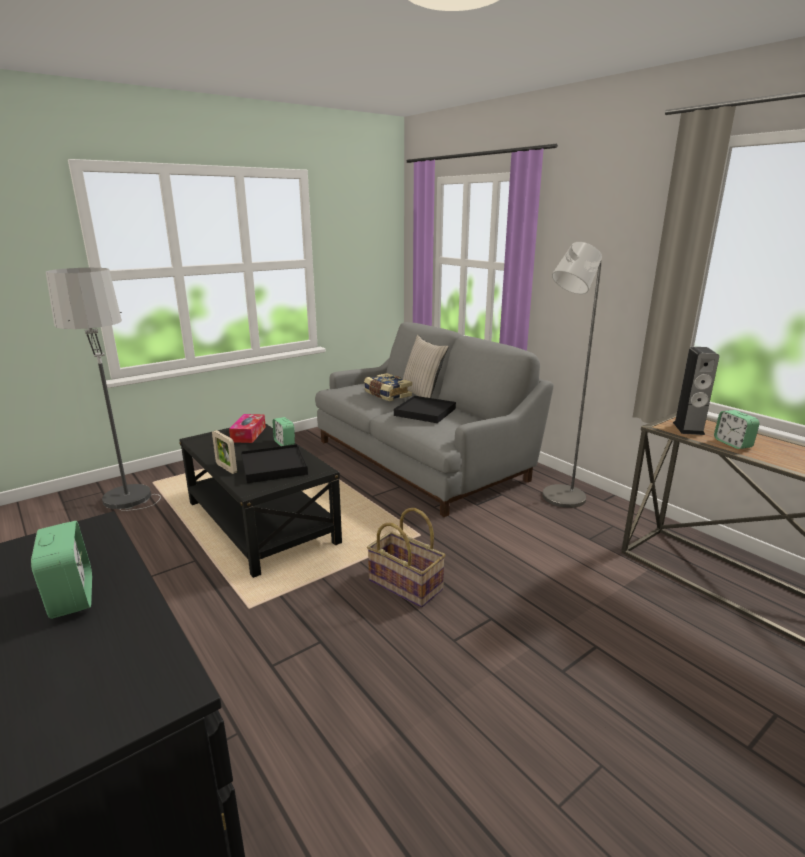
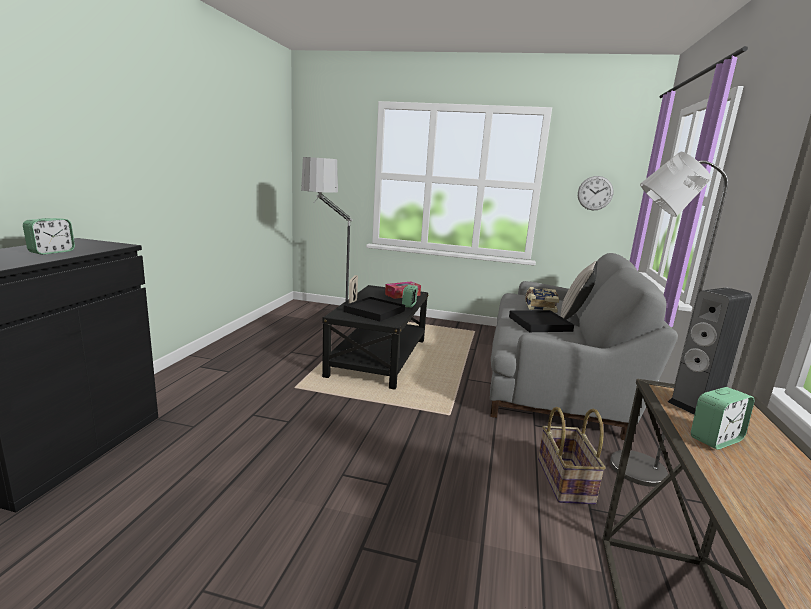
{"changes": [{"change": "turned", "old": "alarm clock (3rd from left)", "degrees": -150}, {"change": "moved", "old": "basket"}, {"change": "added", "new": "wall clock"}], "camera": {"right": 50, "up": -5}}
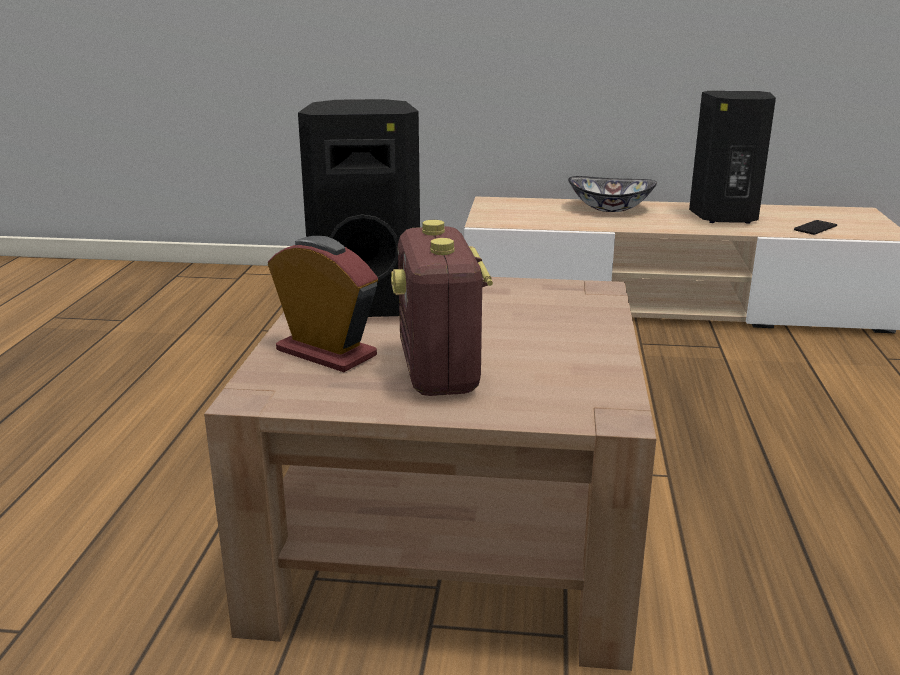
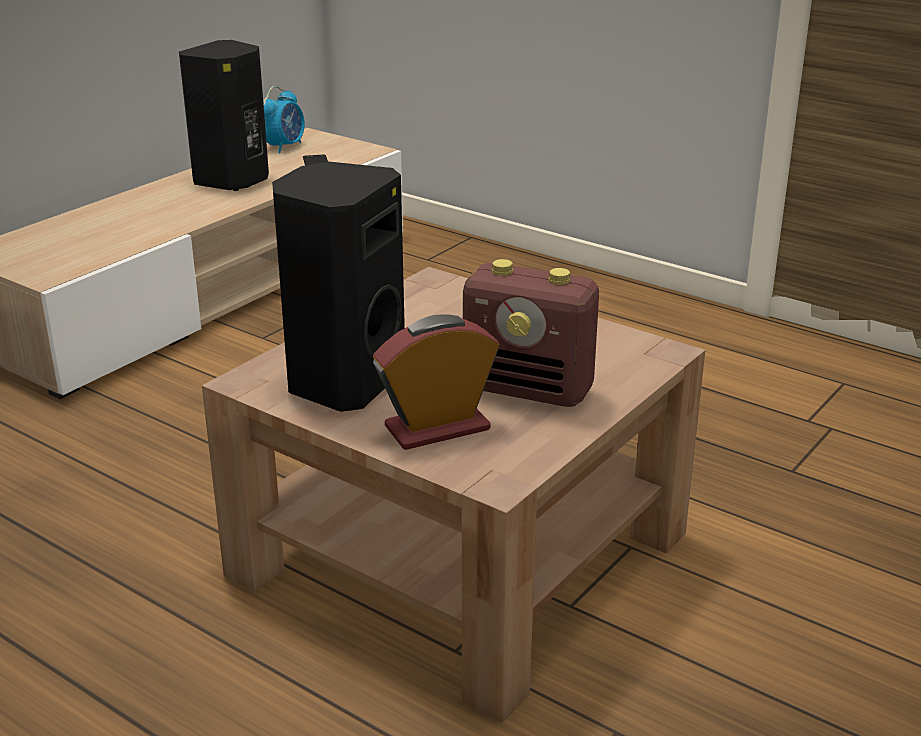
{"changes": [{"change": "removed", "old": "bowl"}, {"change": "added", "new": "alarm clock (1st from left)"}], "camera": {"right": -60, "up": 5}}
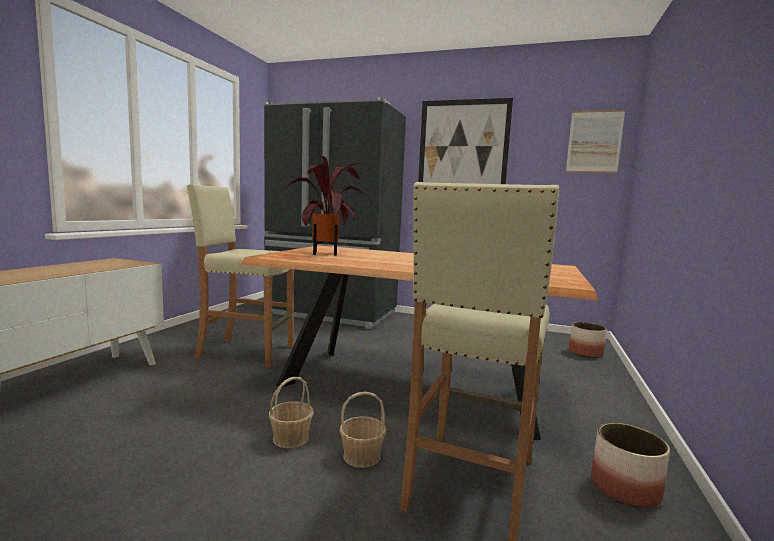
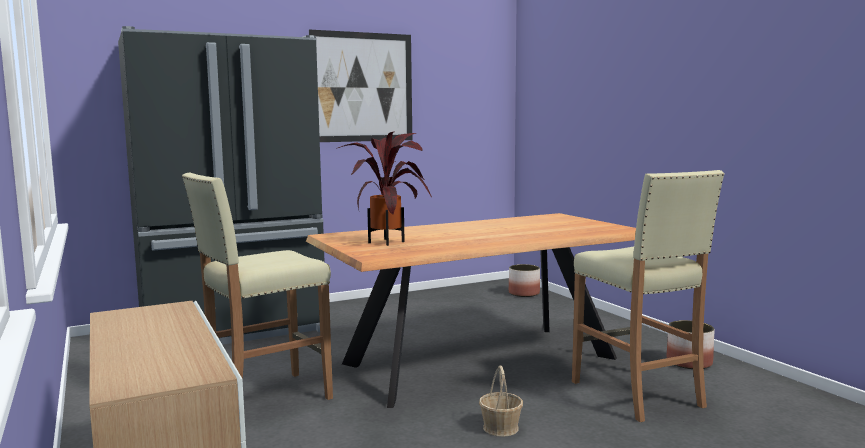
{"changes": [{"change": "removed", "old": "picture (2nd from left)"}, {"change": "removed", "old": "basket (2nd from left)"}], "camera": {"right": -45, "up": 0}}
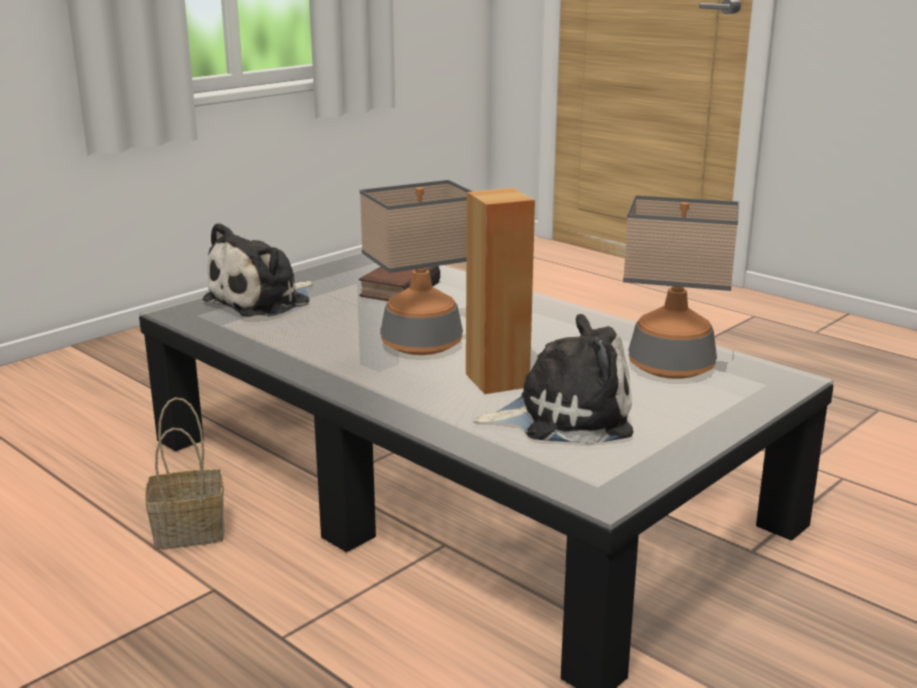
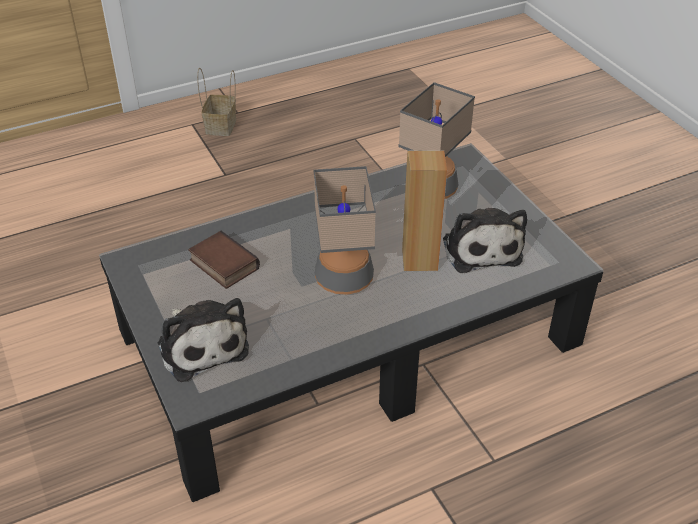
{"changes": [{"change": "turned", "old": "plush toy (2nd from left)", "degrees": 150}, {"change": "moved", "old": "basket"}], "camera": {"right": -70, "up": 20}}
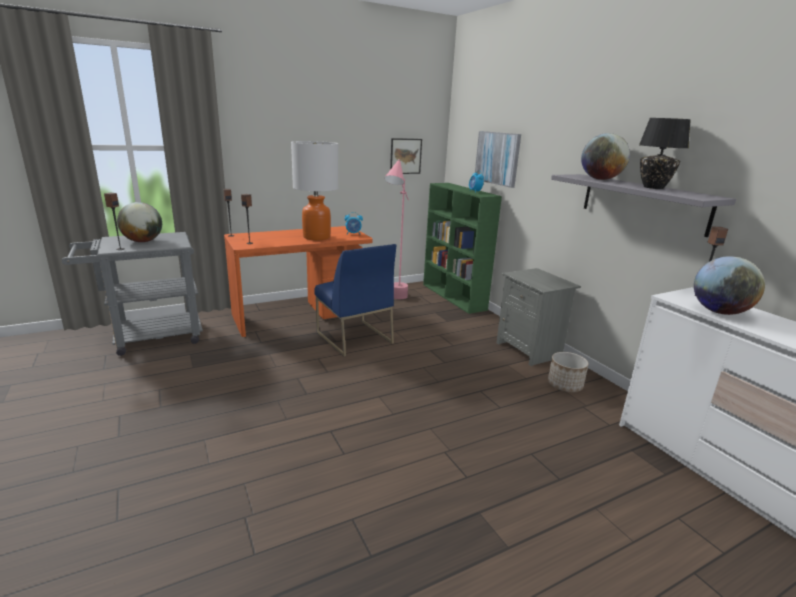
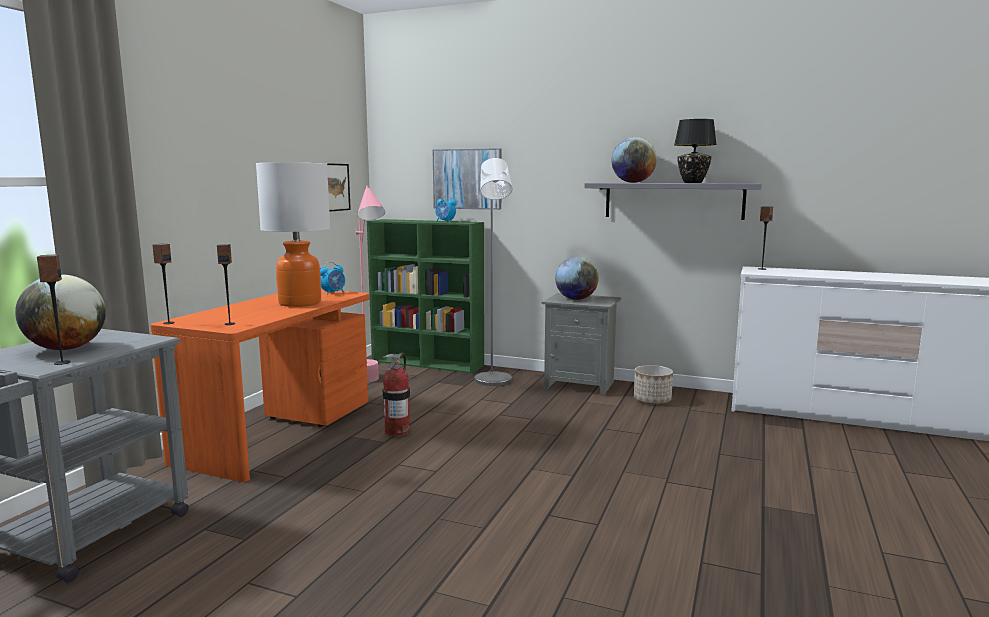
{"changes": [{"change": "replaced", "old": "blue chair", "new": "fire extinguisher"}, {"change": "moved", "old": "globe (3rd from left in the first image)", "new": "globe (2nd from left)"}, {"change": "added", "new": "grey floor lamp"}], "camera": {"right": -40, "up": -10}}
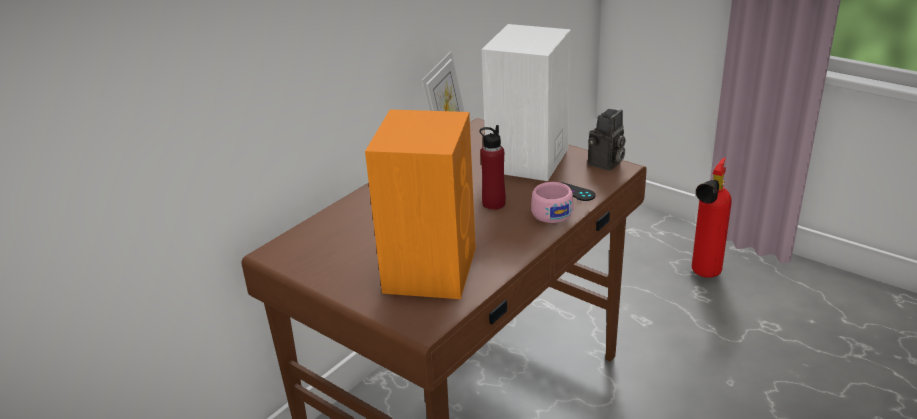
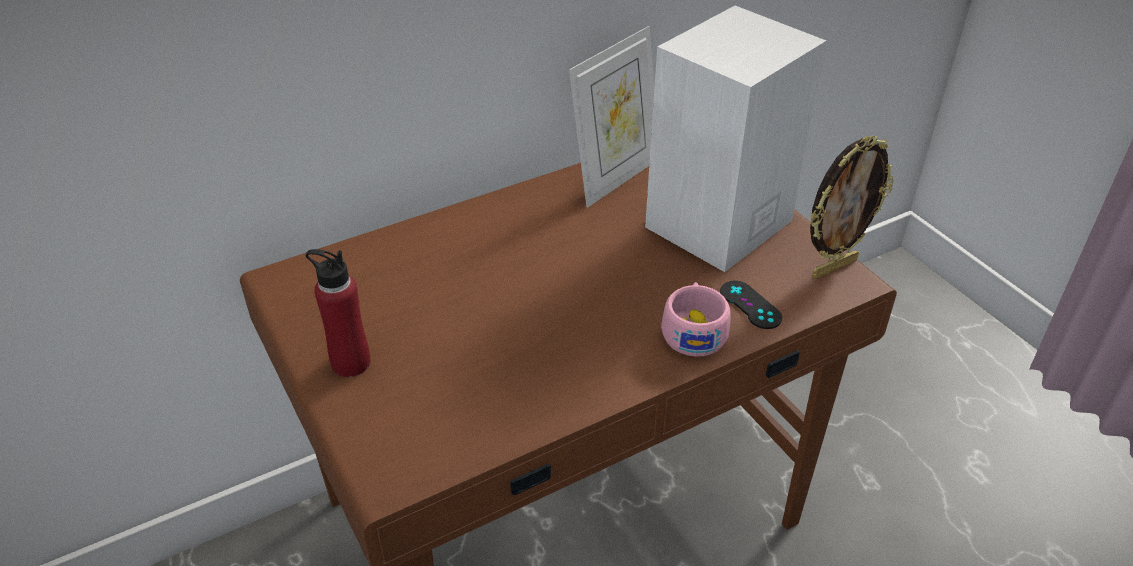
{"changes": [{"change": "removed", "old": "orange speaker"}, {"change": "replaced", "old": "photo camera", "new": "picture frame (2nd from left)"}, {"change": "moved", "old": "red bottle"}, {"change": "removed", "old": "fire extinguisher"}], "camera": {"right": 20, "up": 10}}
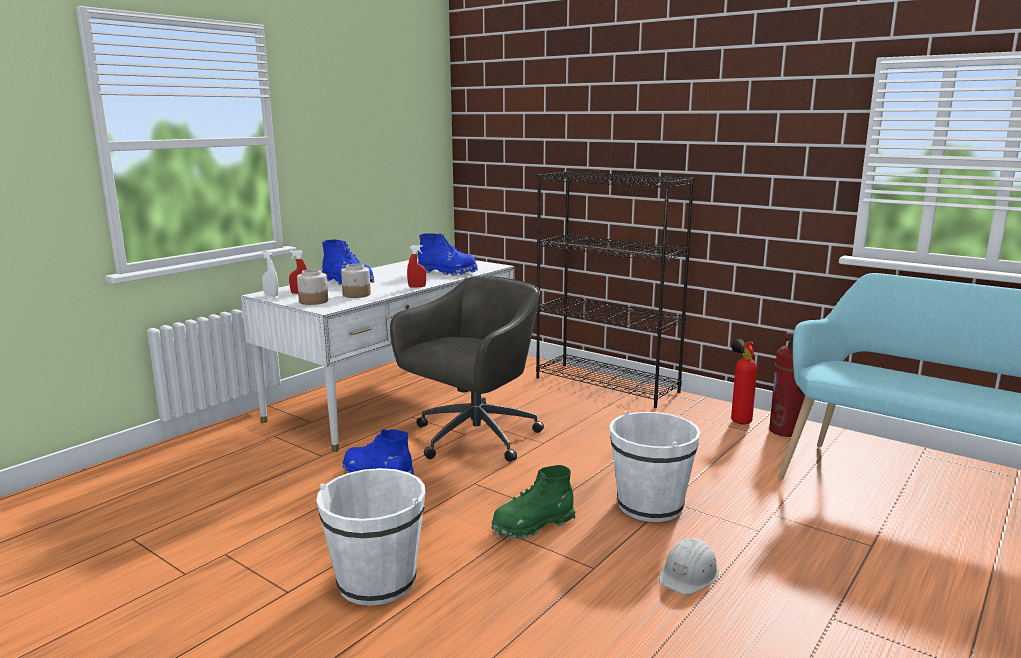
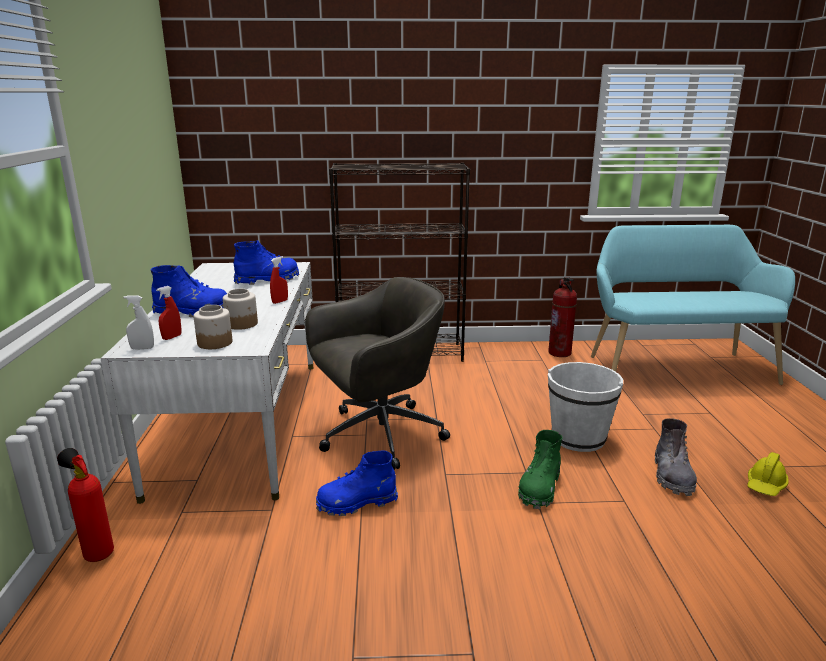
{"changes": [{"change": "turned", "old": "grey office chair", "degrees": 60}, {"change": "moved", "old": "fire extinguisher (1st from left)"}, {"change": "removed", "old": "white bucket (1st from left)"}, {"change": "replaced", "old": "white hard hat", "new": "grey boot"}, {"change": "added", "new": "yellow hard hat"}], "camera": {"right": -40, "up": 5}}
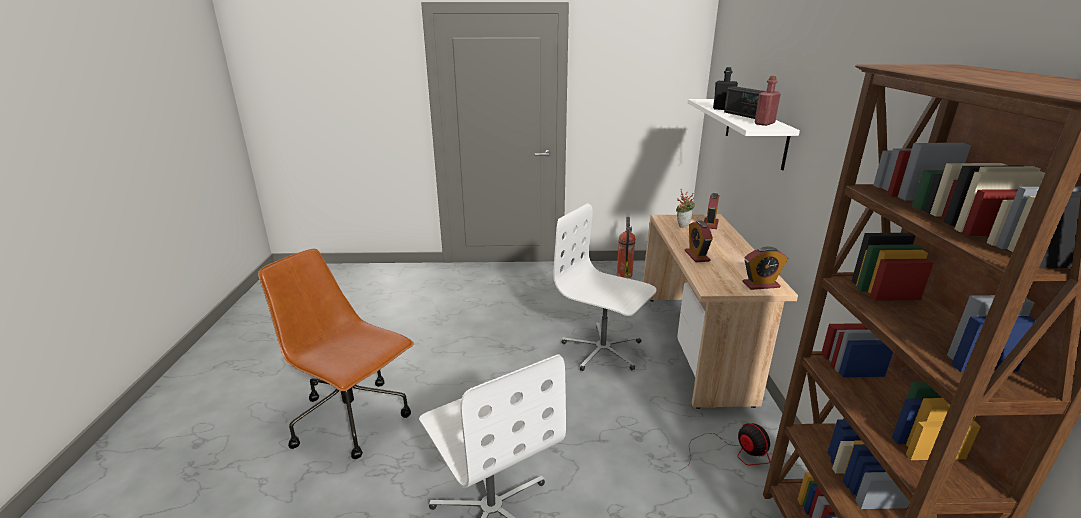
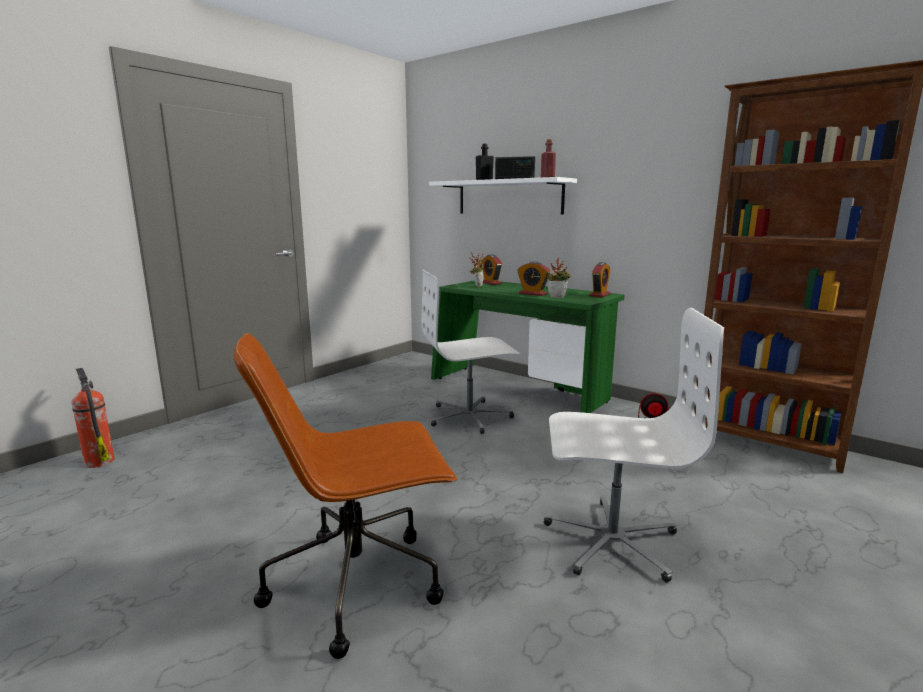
{"changes": [{"change": "recoloured", "old": "beige desk", "new": "green desk"}, {"change": "moved", "old": "fire extinguisher"}, {"change": "added", "new": "potted plant (2nd from left)"}], "camera": {"right": -50, "up": -10}}
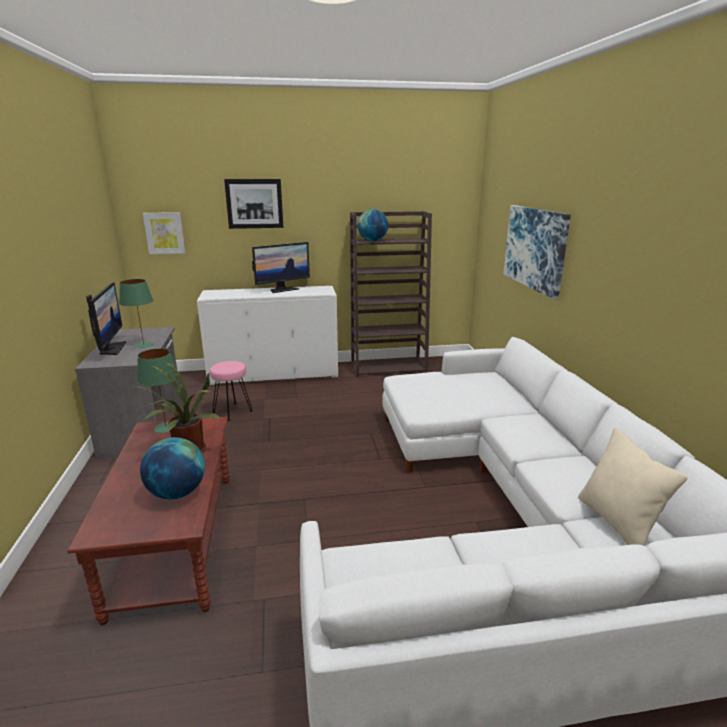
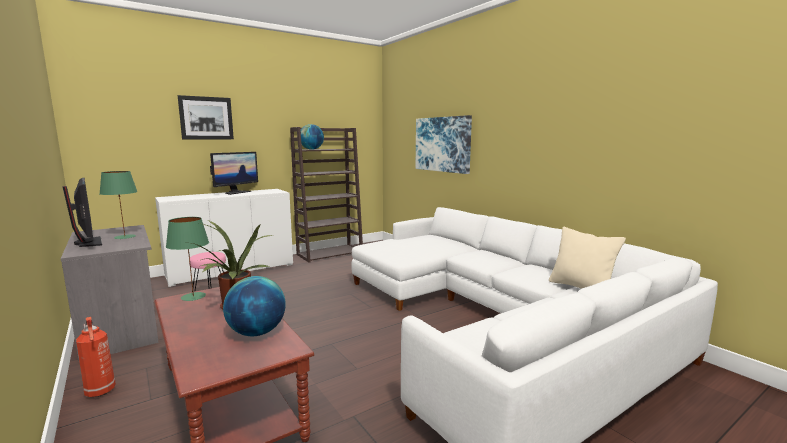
{"changes": [{"change": "removed", "old": "picture (1st from left)"}, {"change": "added", "new": "fire extinguisher"}], "camera": {"right": -25, "up": -10}}
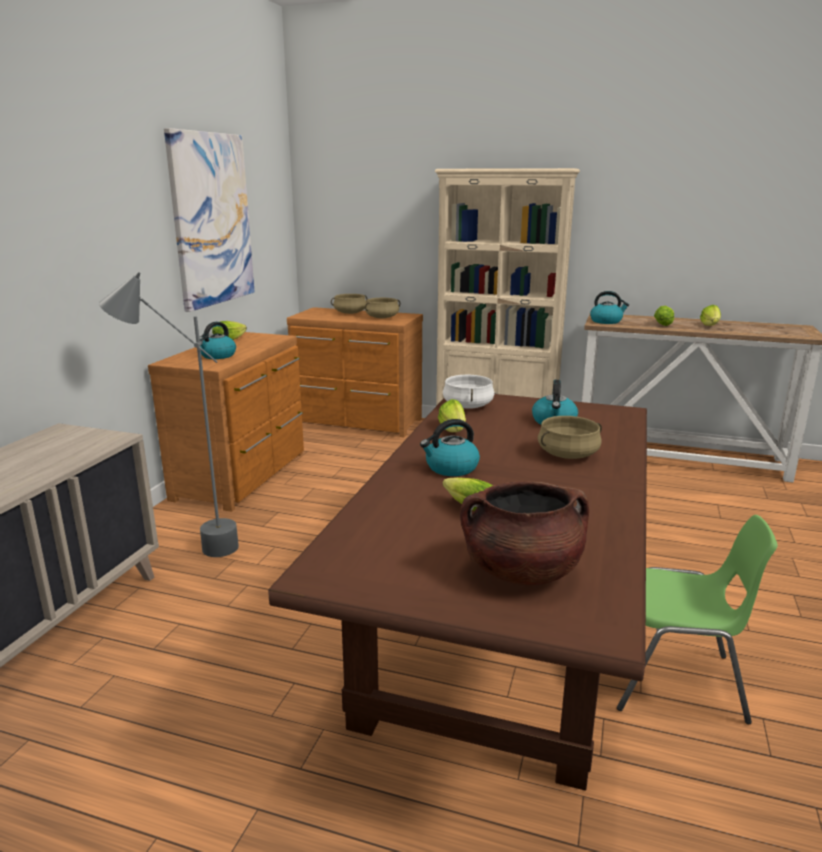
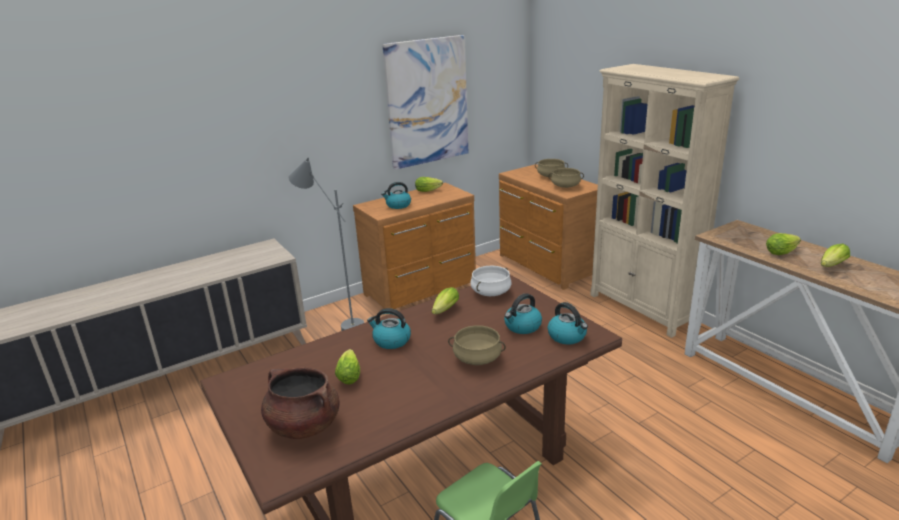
{"changes": [{"change": "moved", "old": "kettle (4th from left)"}], "camera": {"right": 40, "up": 5}}
